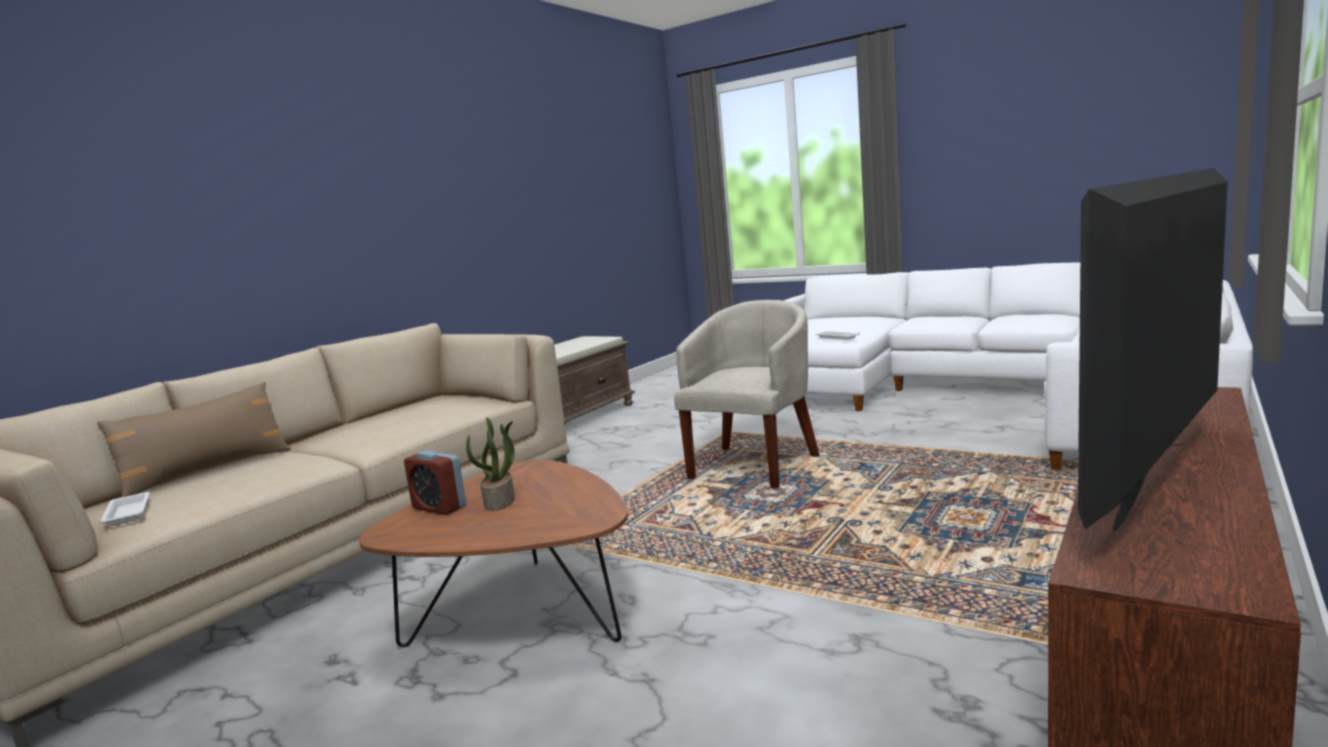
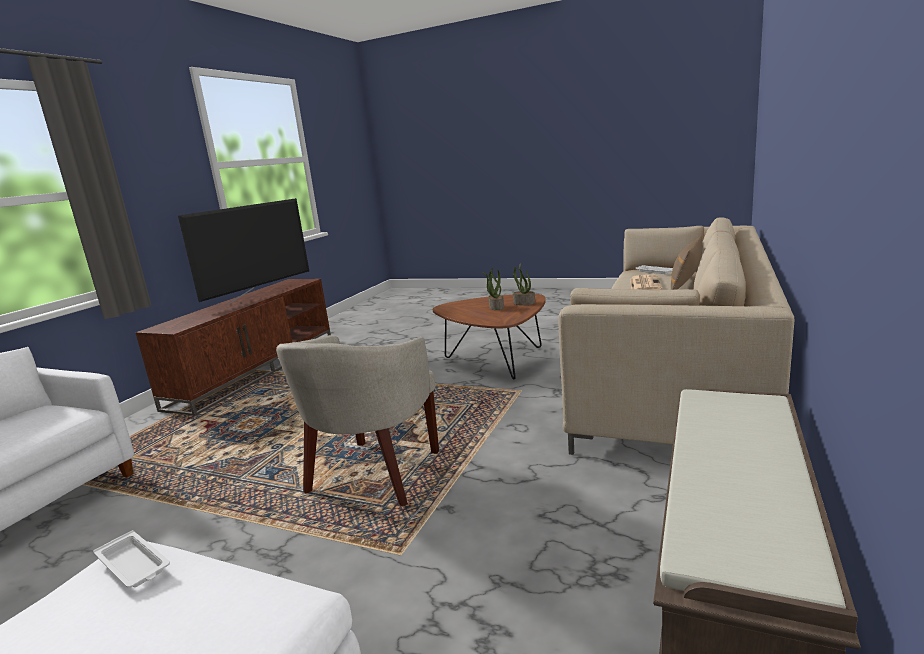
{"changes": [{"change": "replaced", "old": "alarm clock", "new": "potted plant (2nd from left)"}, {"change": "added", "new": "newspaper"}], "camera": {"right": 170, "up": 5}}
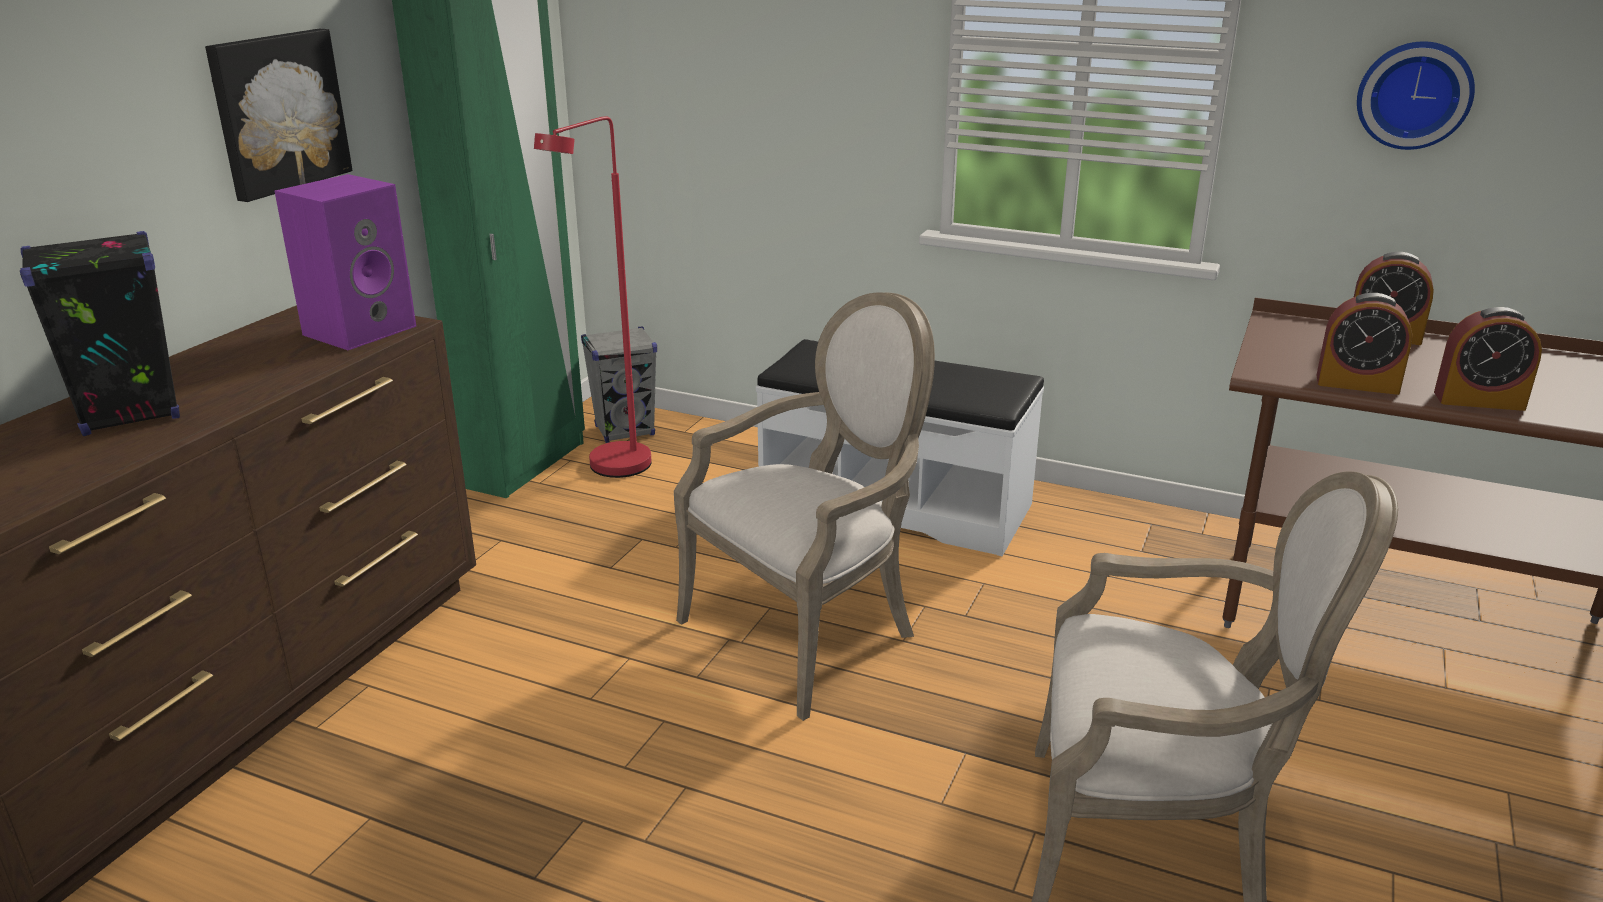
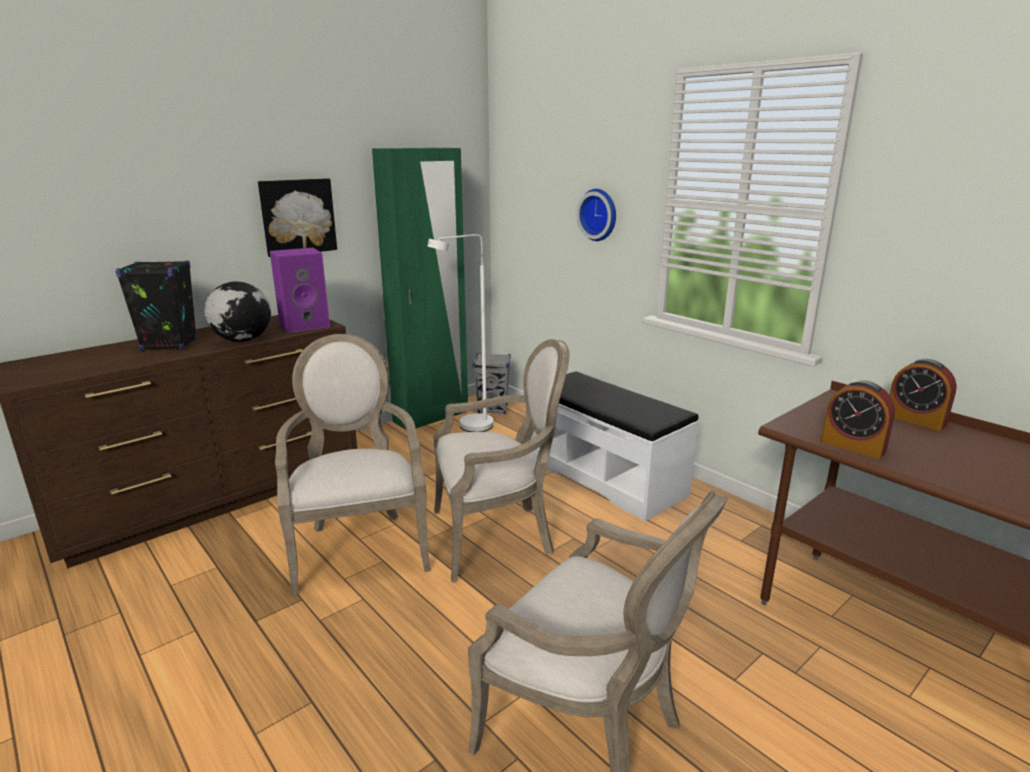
{"changes": [{"change": "moved", "old": "wall clock"}, {"change": "recoloured", "old": "red floor lamp", "new": "white floor lamp"}, {"change": "removed", "old": "alarm clock (3rd from left)"}, {"change": "added", "new": "globe"}, {"change": "added", "new": "armchair (1st from left)"}], "camera": {"right": 25, "up": -5}}
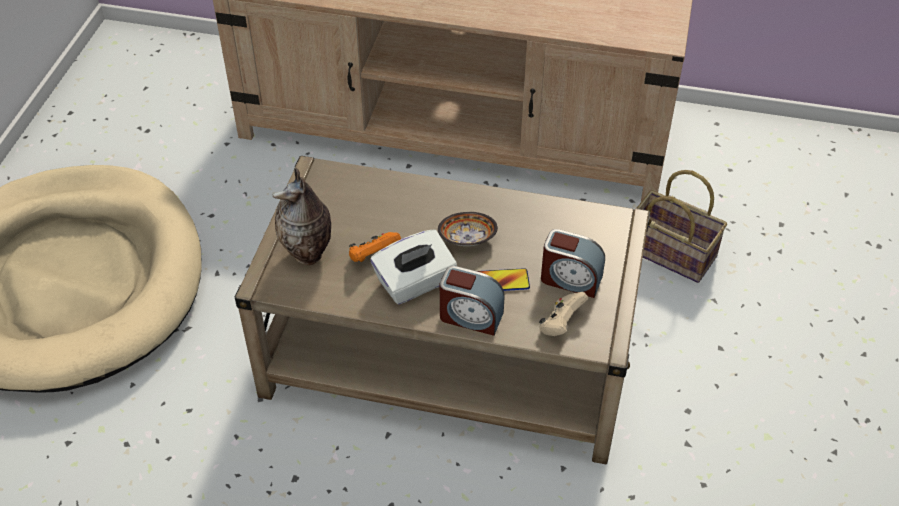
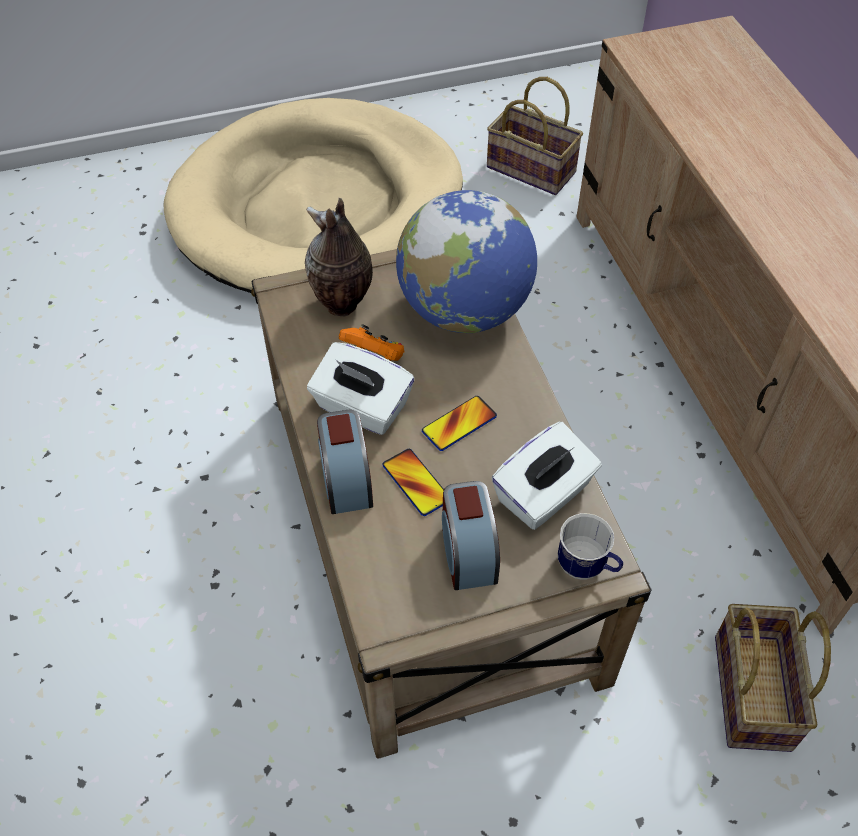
{"changes": [{"change": "replaced", "old": "bowl", "new": "phone (2nd from left)"}, {"change": "removed", "old": "beige game controller"}, {"change": "added", "new": "basket (1st from left)"}, {"change": "added", "new": "globe"}, {"change": "added", "new": "white tissue box (2nd from left)"}, {"change": "added", "new": "mug"}], "camera": {"right": 60, "up": 5}}
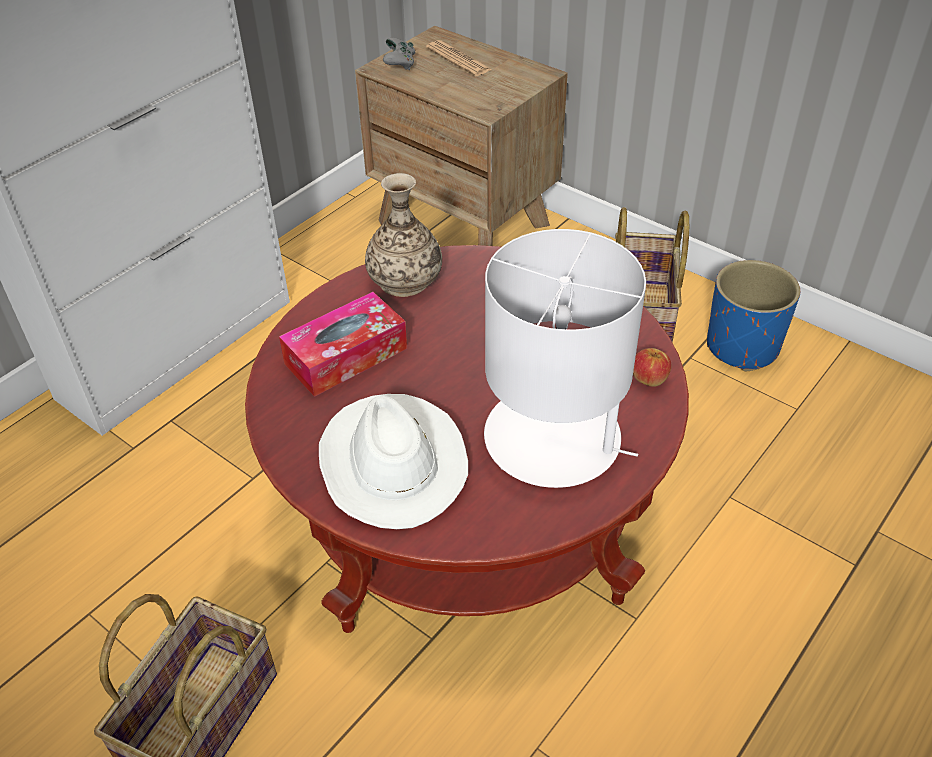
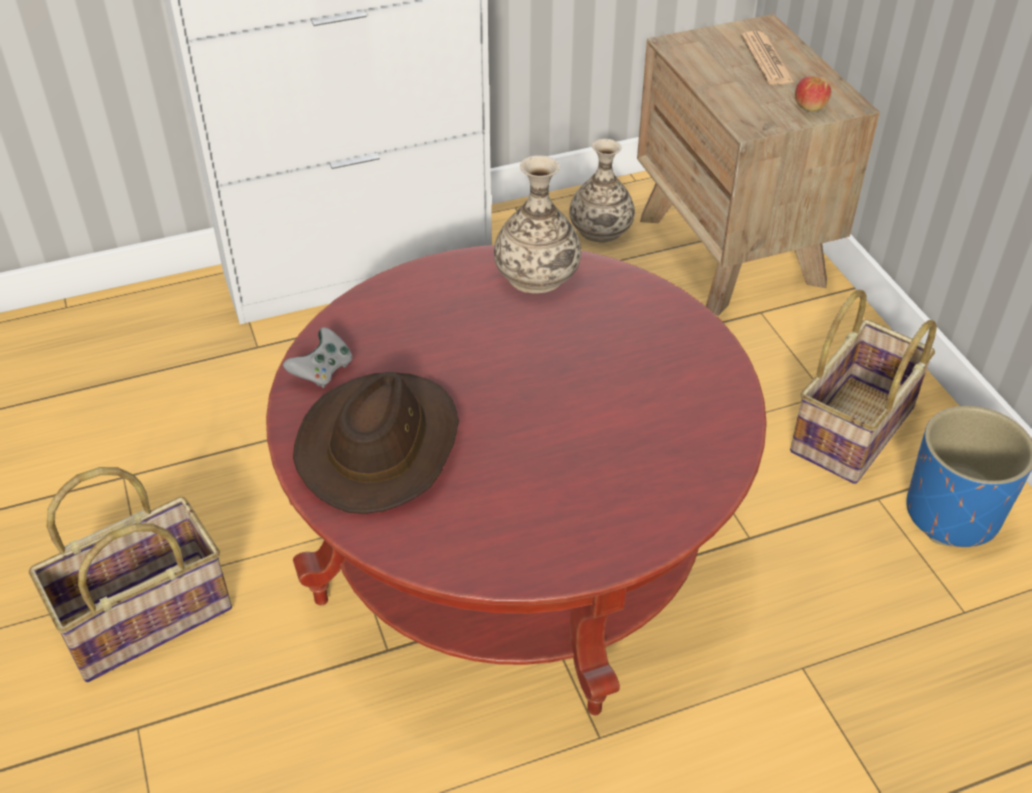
{"changes": [{"change": "moved", "old": "grey game controller"}, {"change": "removed", "old": "white table lamp"}, {"change": "removed", "old": "tissue box"}, {"change": "moved", "old": "apple"}, {"change": "recoloured", "old": "white hat", "new": "brown hat"}, {"change": "added", "new": "vase (2nd from left)"}], "camera": {"right": 30, "up": 0}}
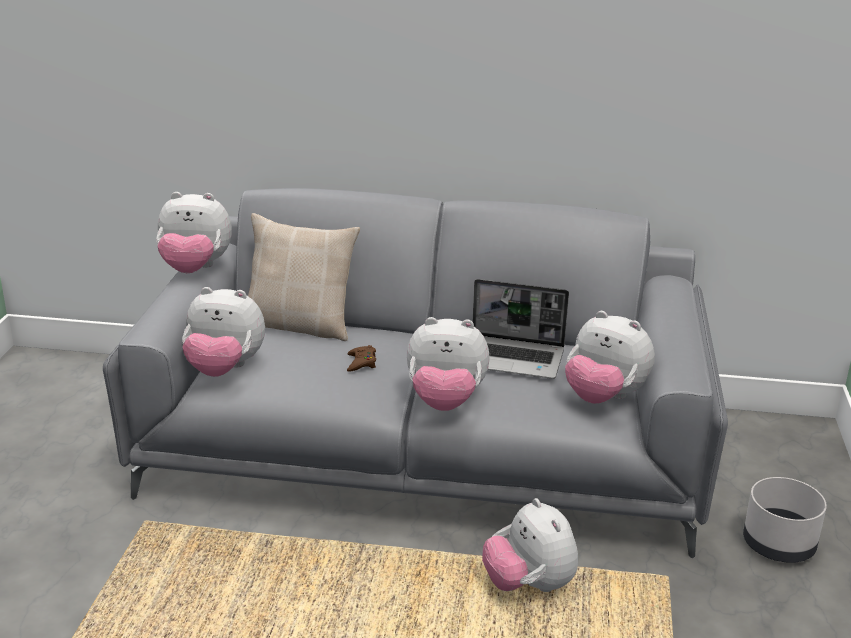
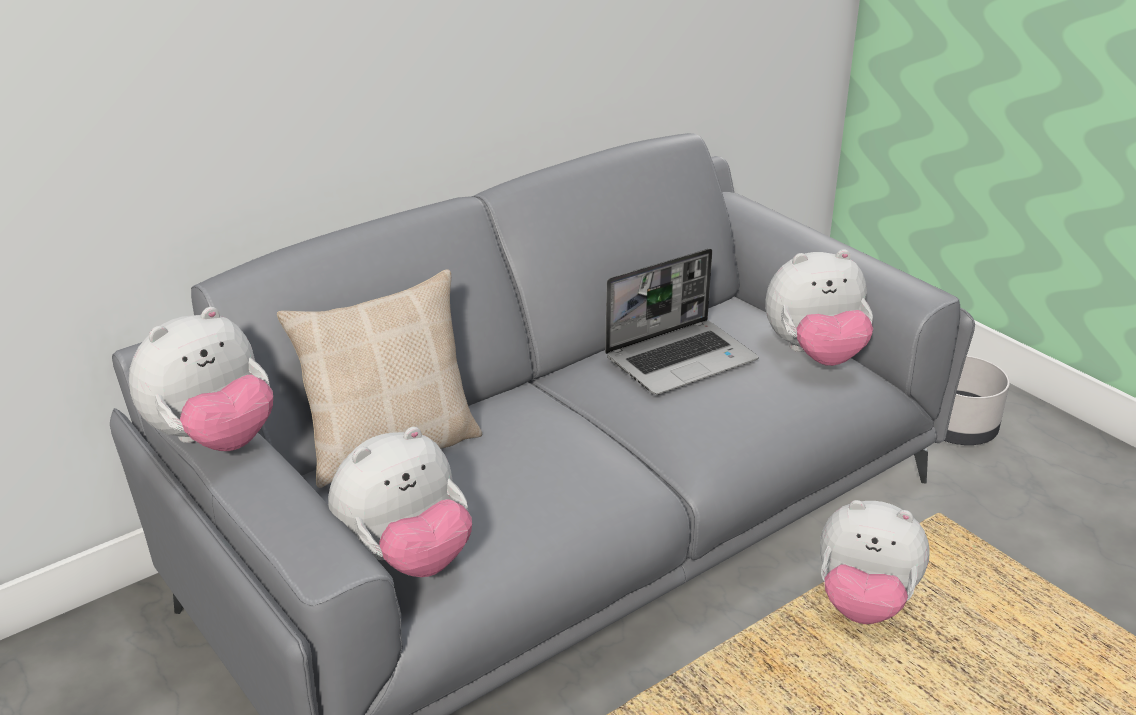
{"changes": [{"change": "removed", "old": "plush toy (3rd from left)"}, {"change": "removed", "old": "brown game controller"}], "camera": {"right": -45, "up": 5}}
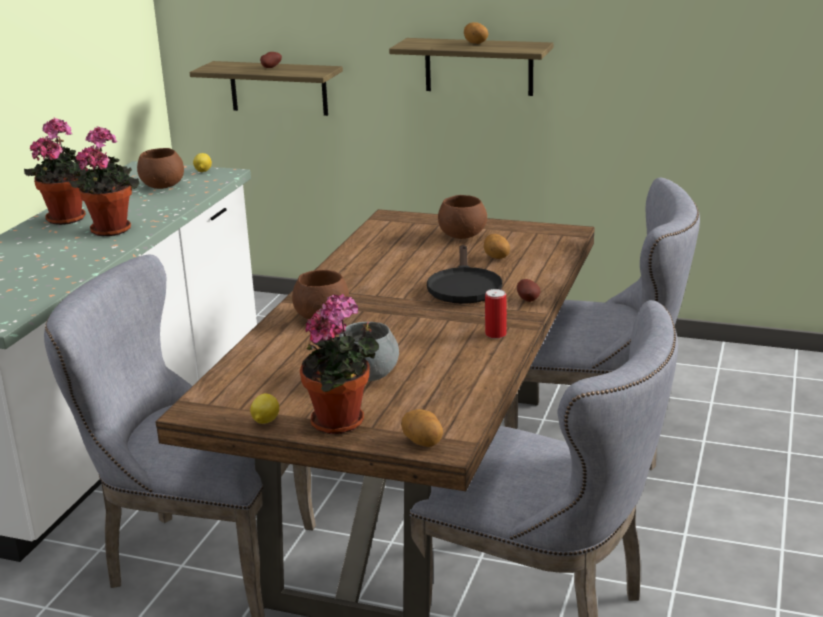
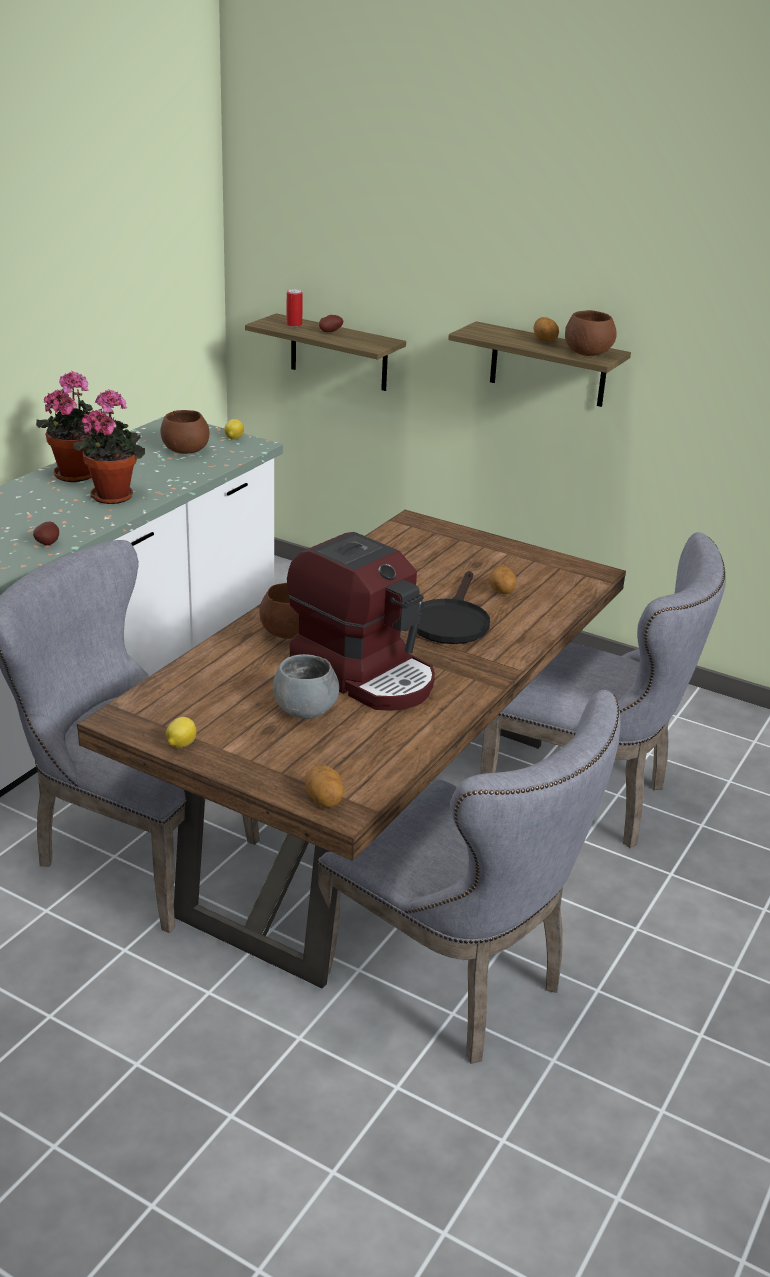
{"changes": [{"change": "moved", "old": "brown bowl (3rd from left)"}, {"change": "moved", "old": "potato (5th from left in the first image)", "new": "potato (1st from left)"}, {"change": "moved", "old": "can"}, {"change": "removed", "old": "potted plant (3rd from left)"}, {"change": "added", "new": "coffee machine"}], "camera": {"right": 10, "up": 5}}
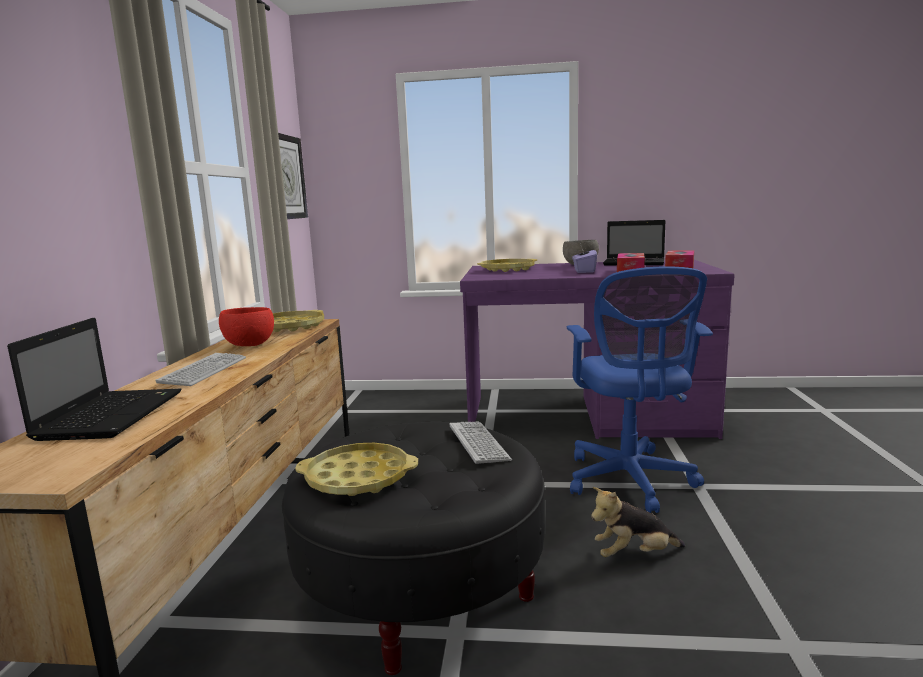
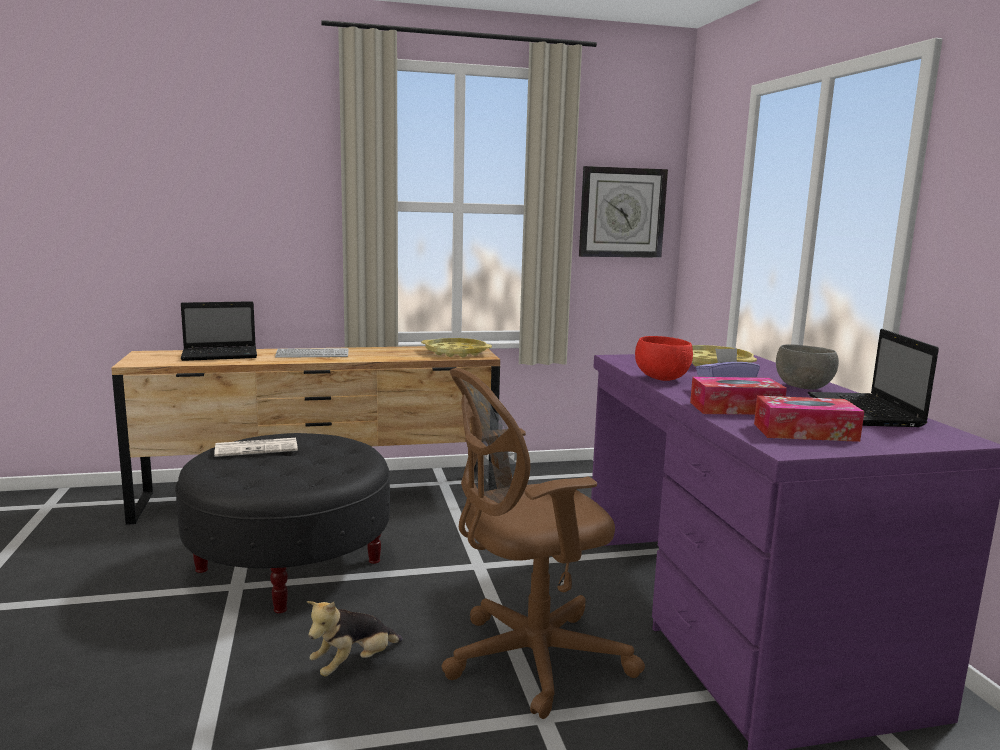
{"changes": [{"change": "recoloured", "old": "blue office chair", "new": "brown office chair"}, {"change": "moved", "old": "red bowl"}, {"change": "removed", "old": "keyboard (2nd from left)"}, {"change": "replaced", "old": "yellow tray (2nd from left)", "new": "newspaper"}, {"change": "turned", "old": "plush toy", "degrees": -105}], "camera": {"right": 70, "up": 0}}
